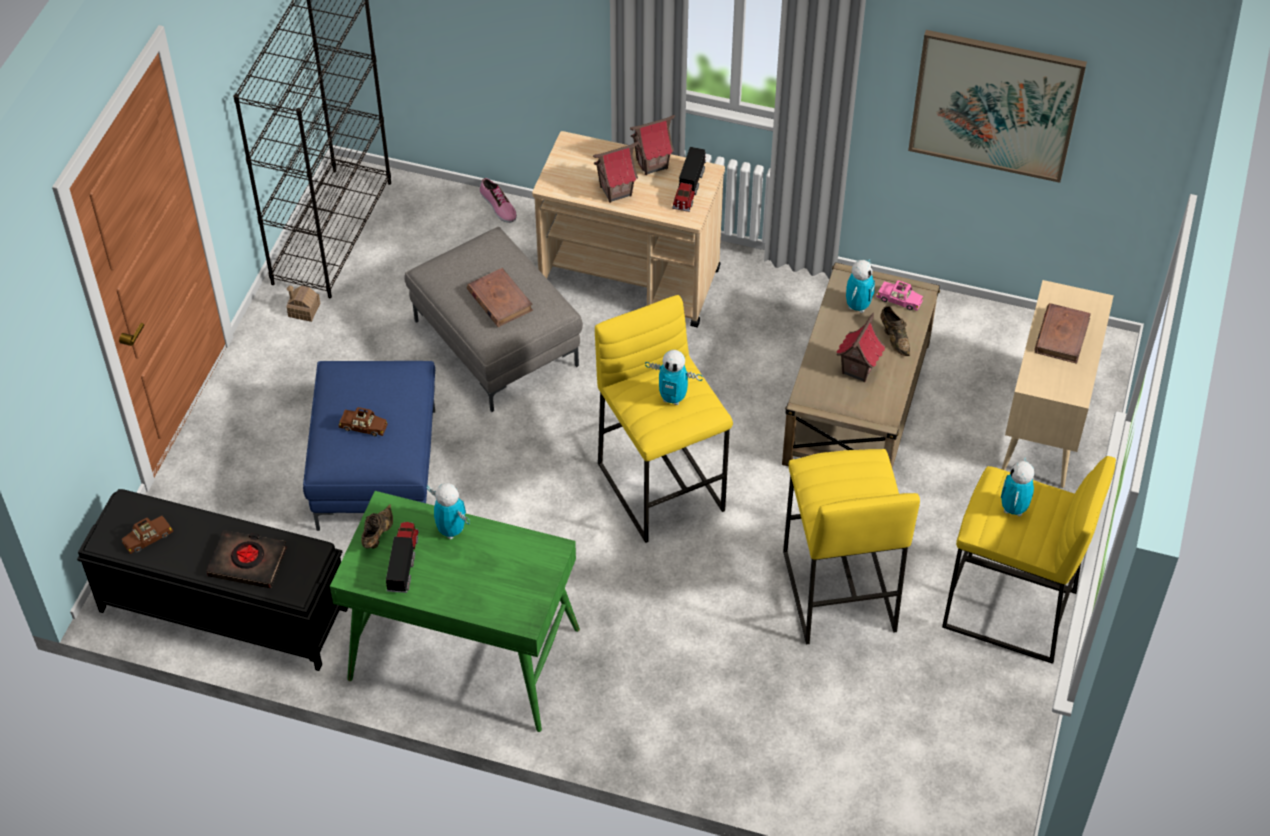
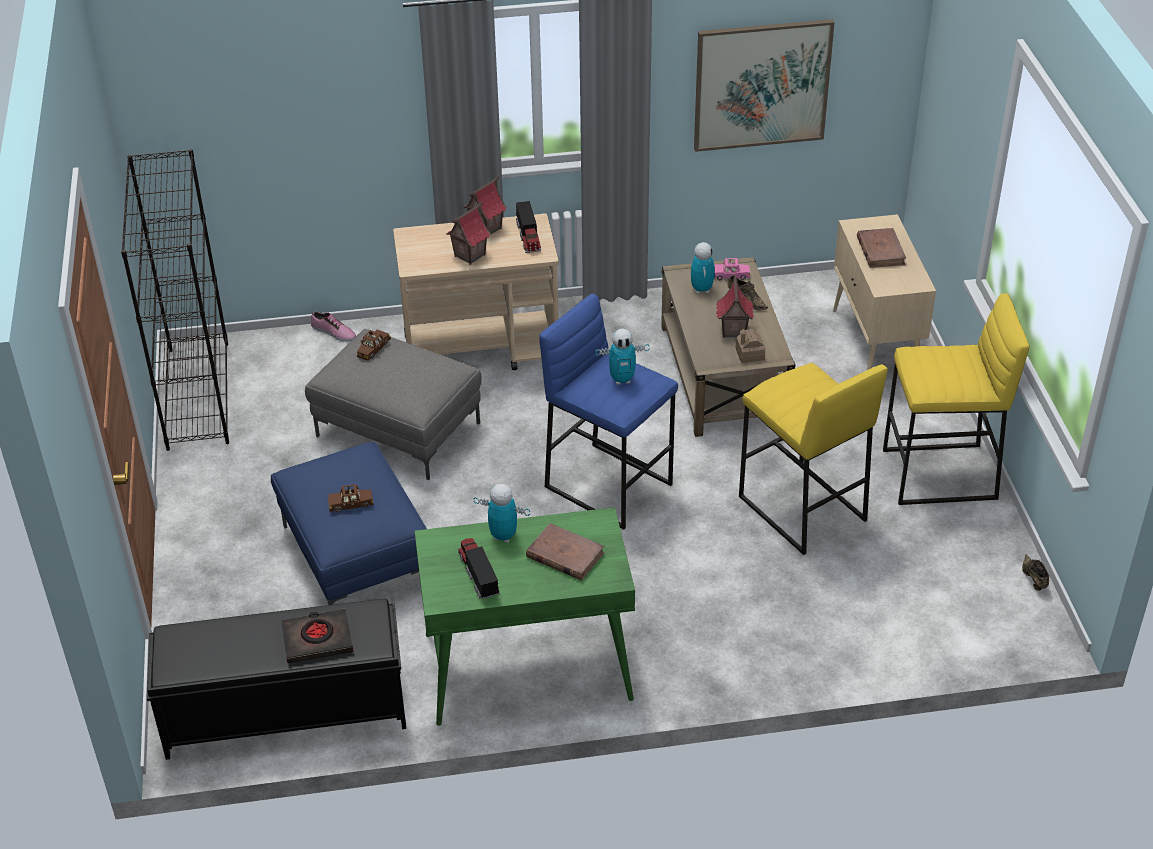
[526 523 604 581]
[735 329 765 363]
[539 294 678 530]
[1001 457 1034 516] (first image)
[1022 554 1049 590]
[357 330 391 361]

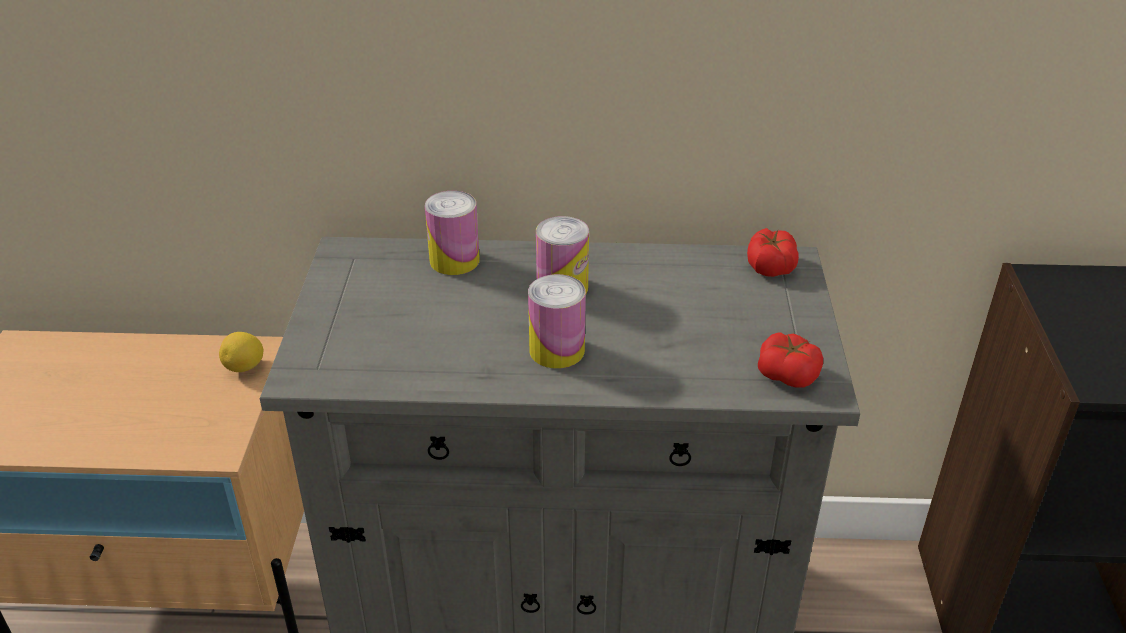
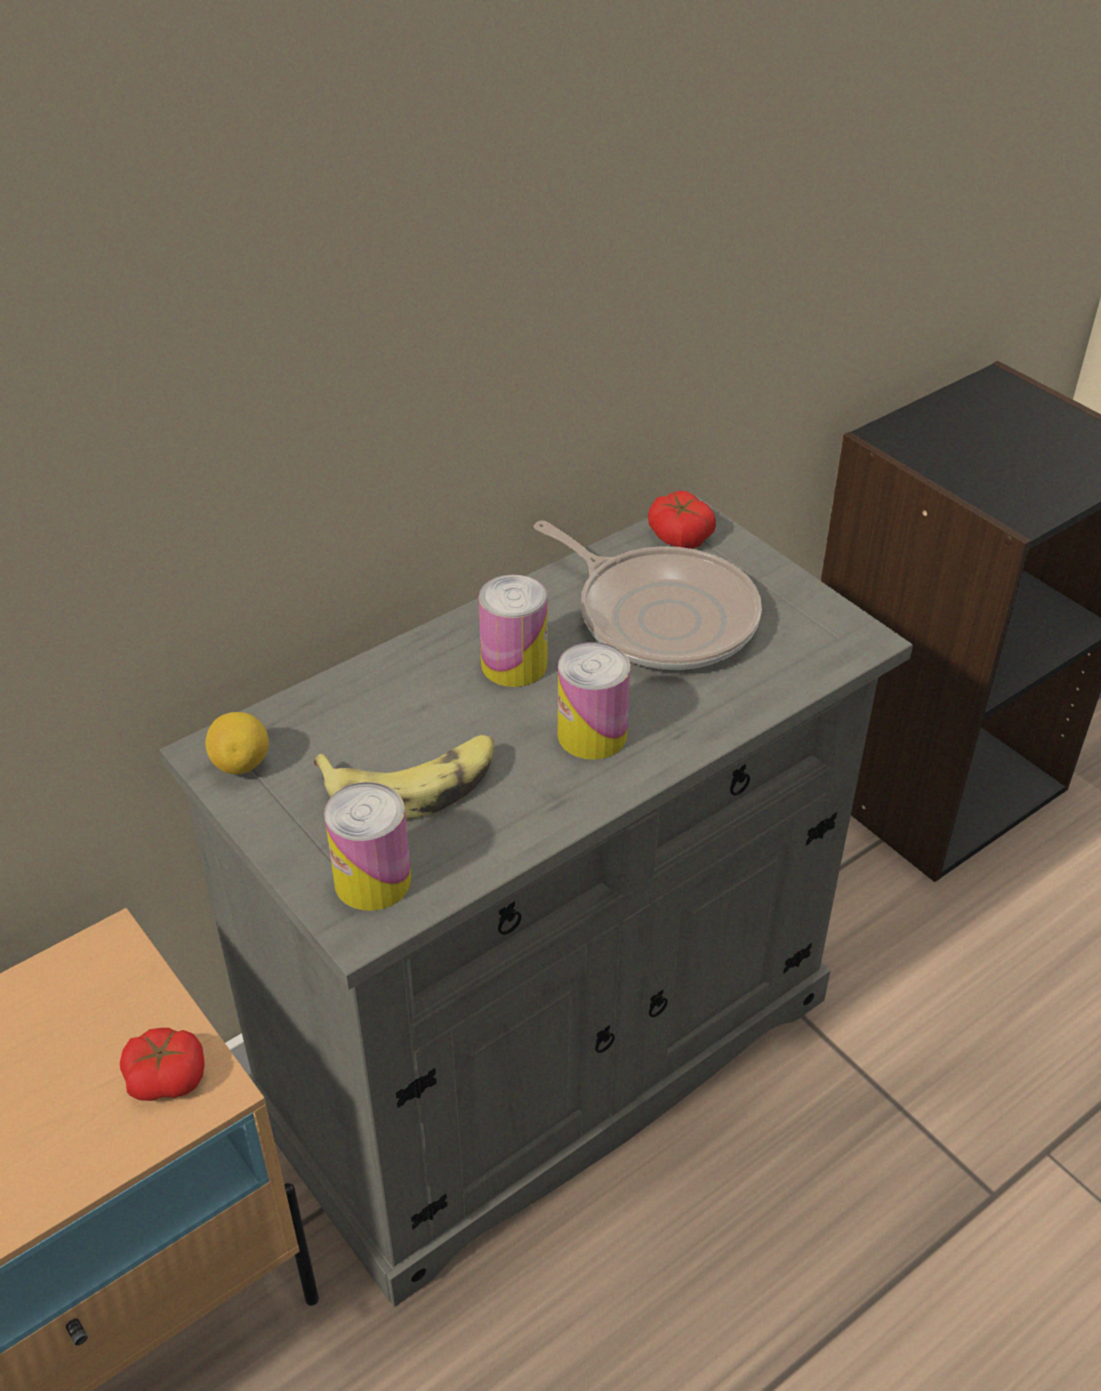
[324 782 411 911]
[206 712 269 774]
[120 1028 205 1101]
[534 521 762 670]
[314 735 494 819]

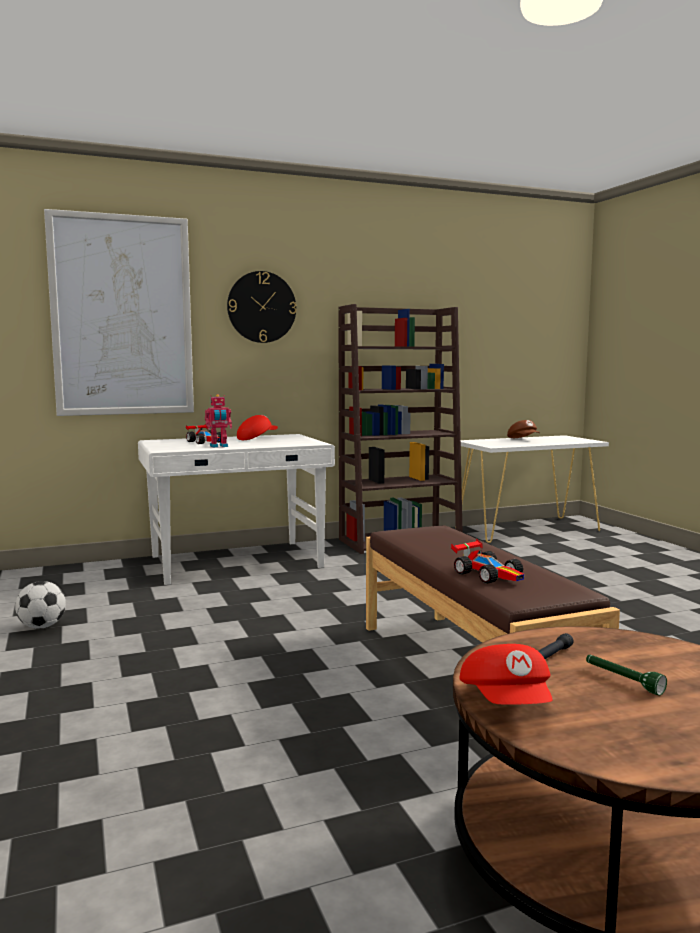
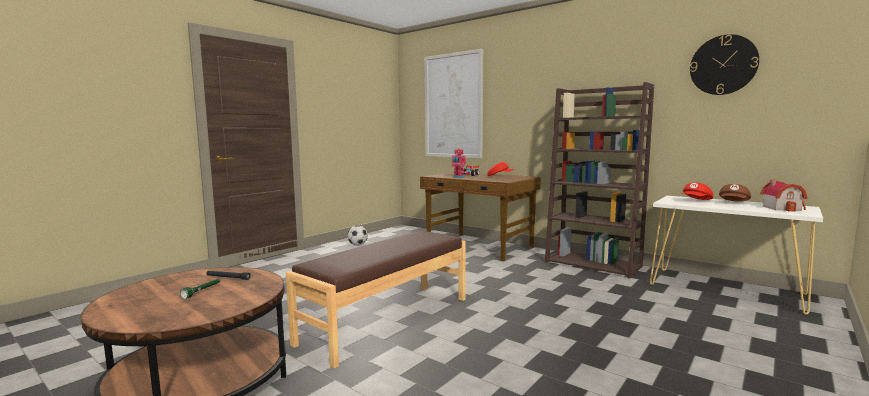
[690 34 759 95]
[420 172 541 261]
[451 539 524 584] (first image)
[682 183 713 200]
[760 180 807 212]

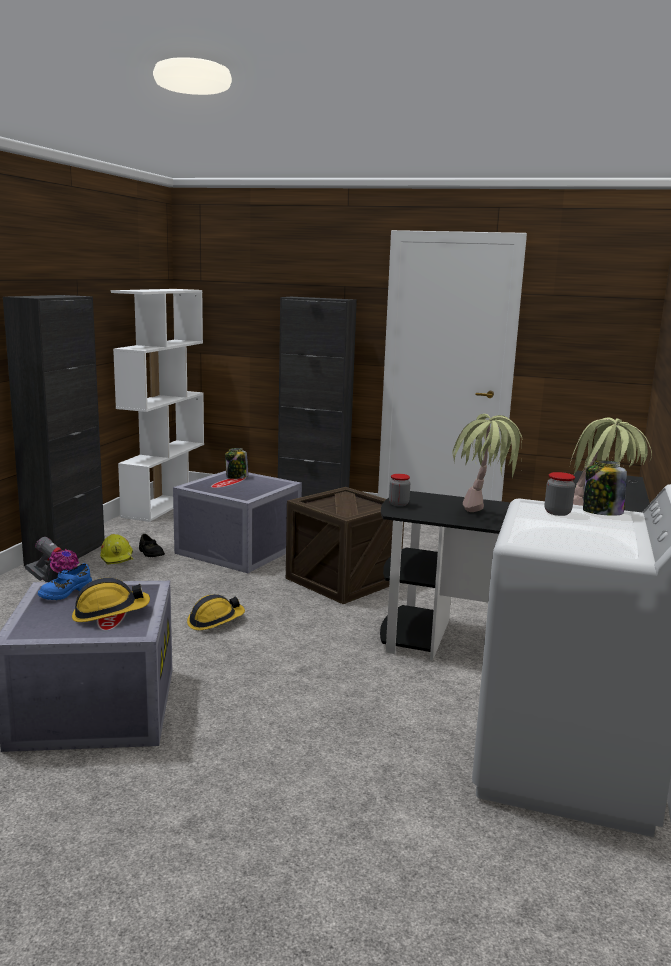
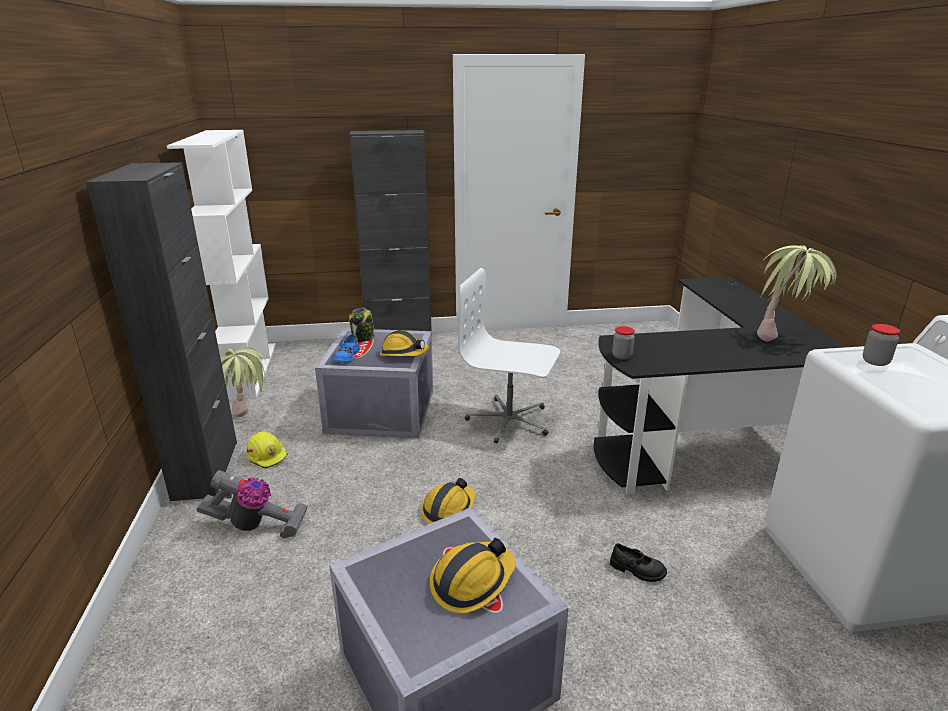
[221 348 268 417]
[583 460 627 516] (first image)
[458 268 560 443]
[610 543 667 582]
[333 334 360 363]
[380 330 430 356]

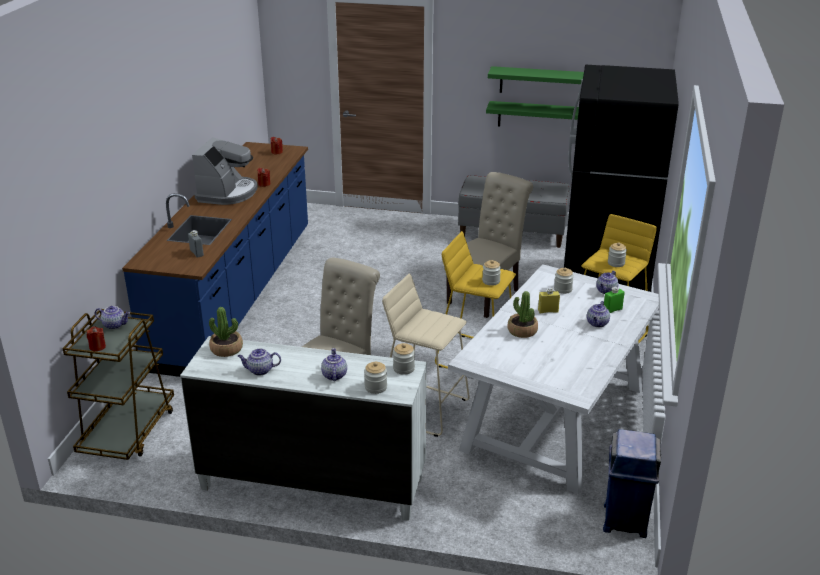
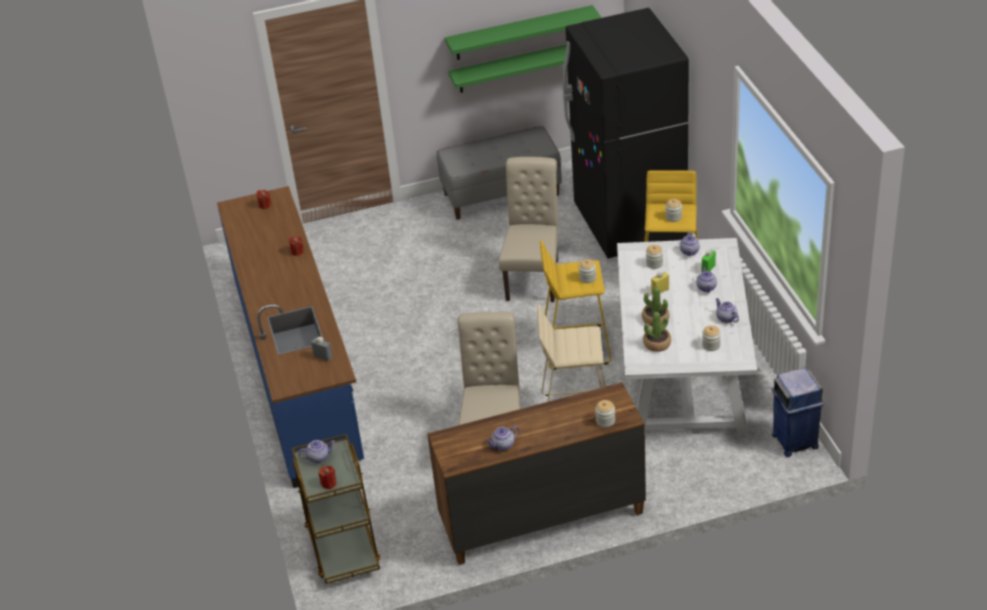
[192 137 258 205] (first image)
[643 312 671 352]
[427 382 646 565]
[702 325 721 351]
[715 298 739 323]

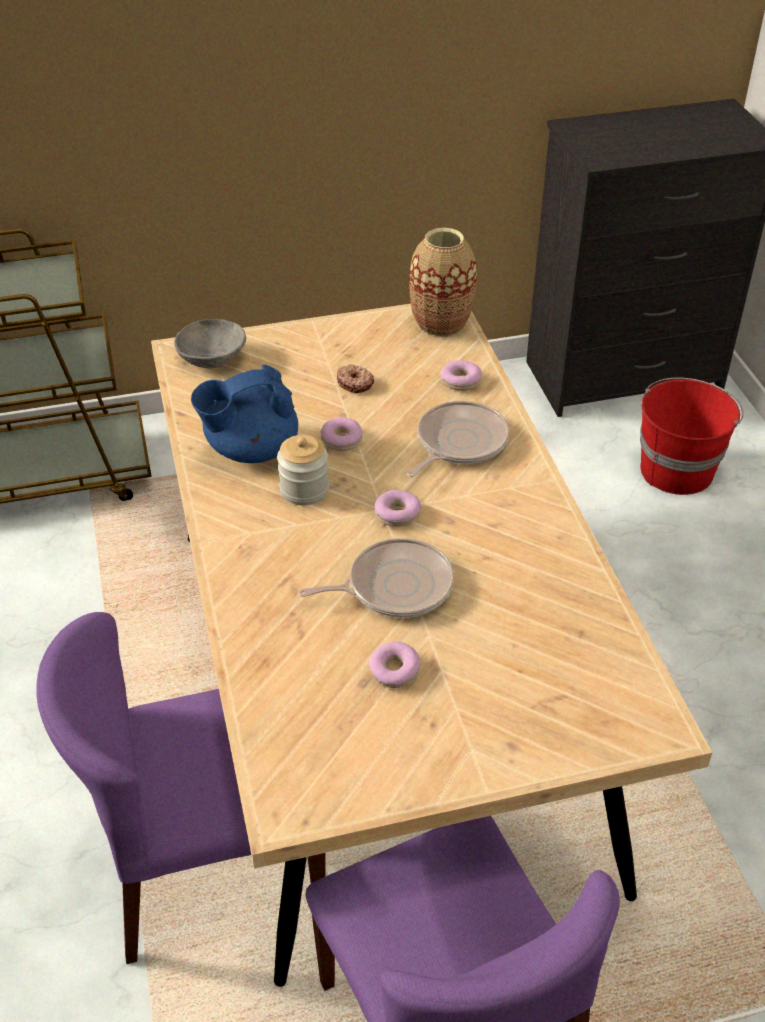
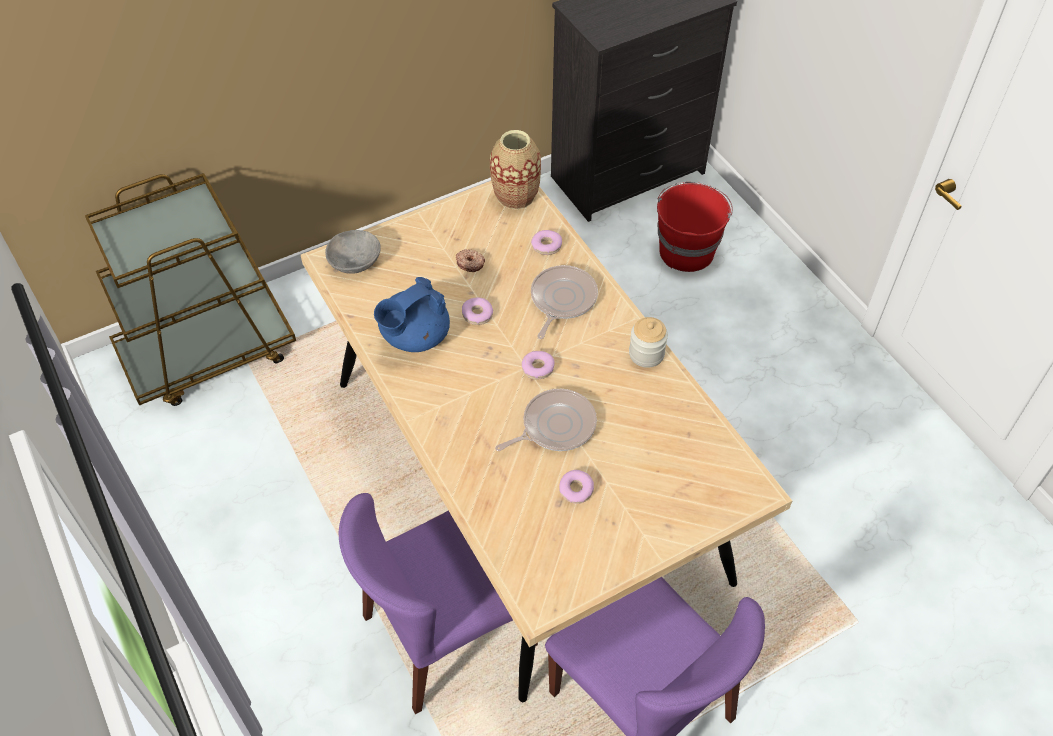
[629 317 668 368]

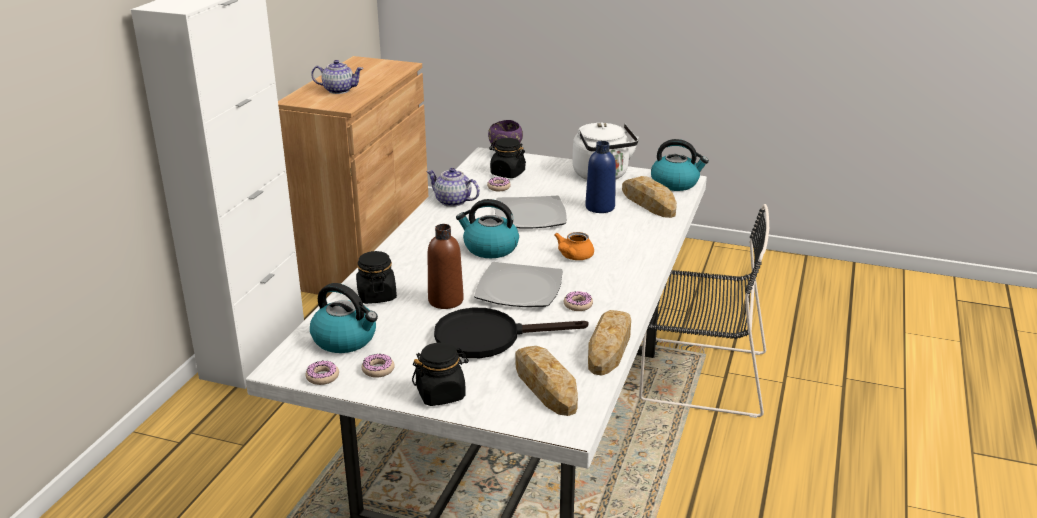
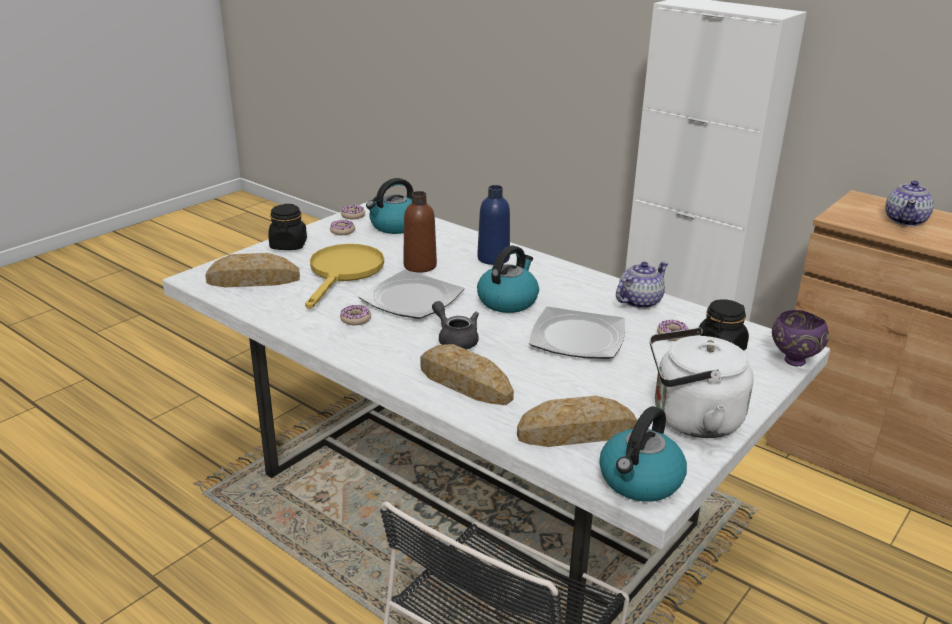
[477 185 510 265]
[432 301 479 349]
[356 251 397 304] (first image)
[305 244 384 309]
[420 344 514 405]

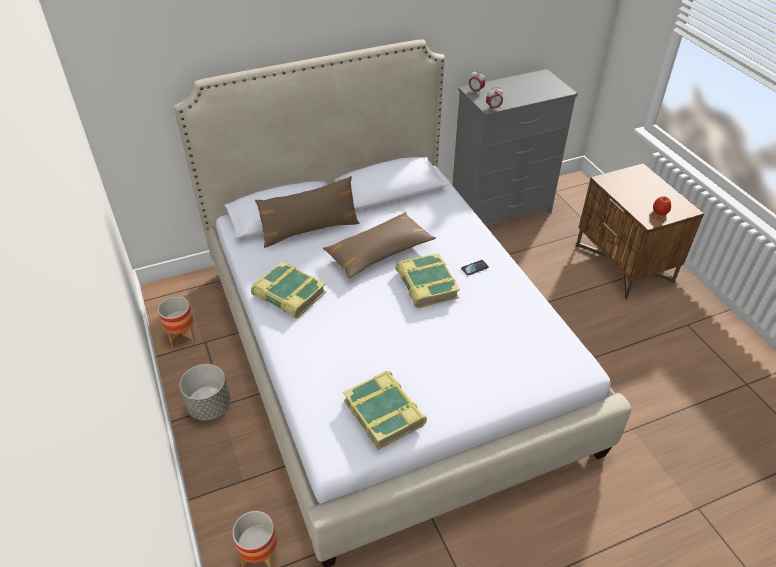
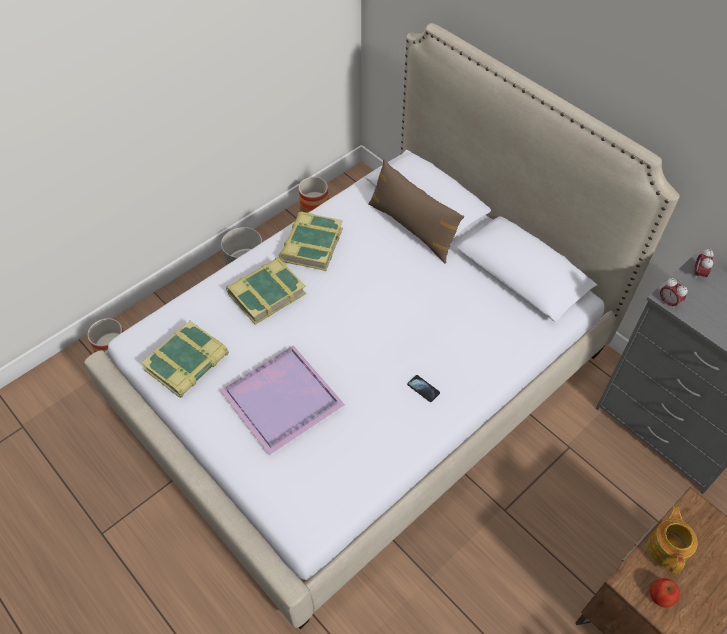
[323 212 436 278] (first image)
[226 257 306 325]
[220 345 345 455]
[647 506 698 574]

